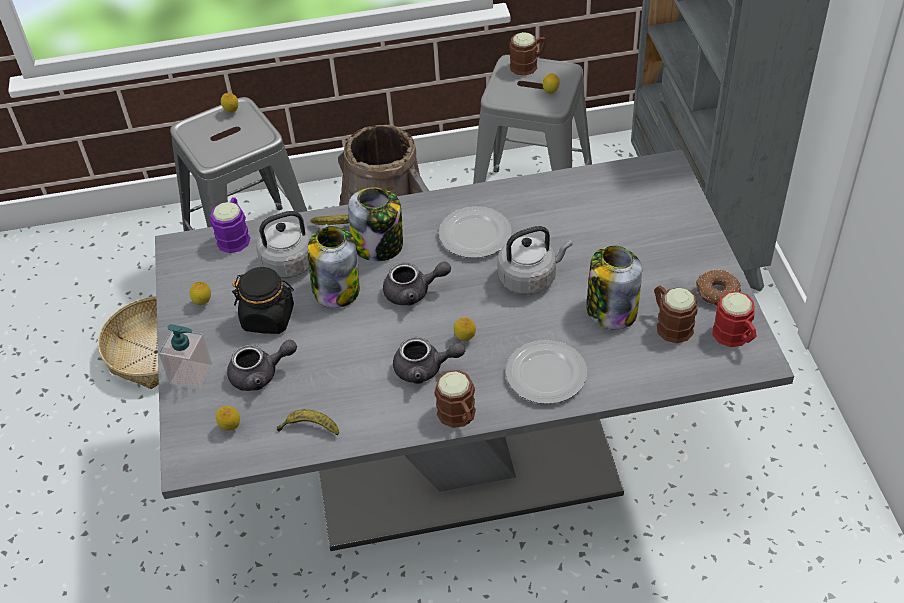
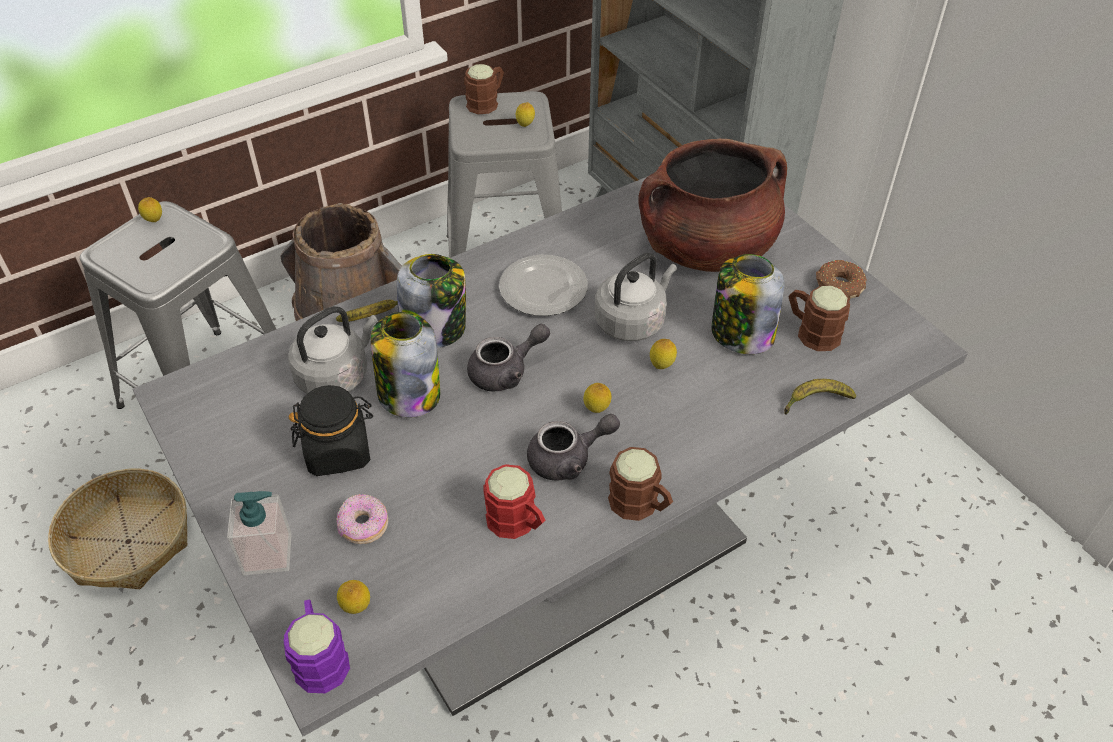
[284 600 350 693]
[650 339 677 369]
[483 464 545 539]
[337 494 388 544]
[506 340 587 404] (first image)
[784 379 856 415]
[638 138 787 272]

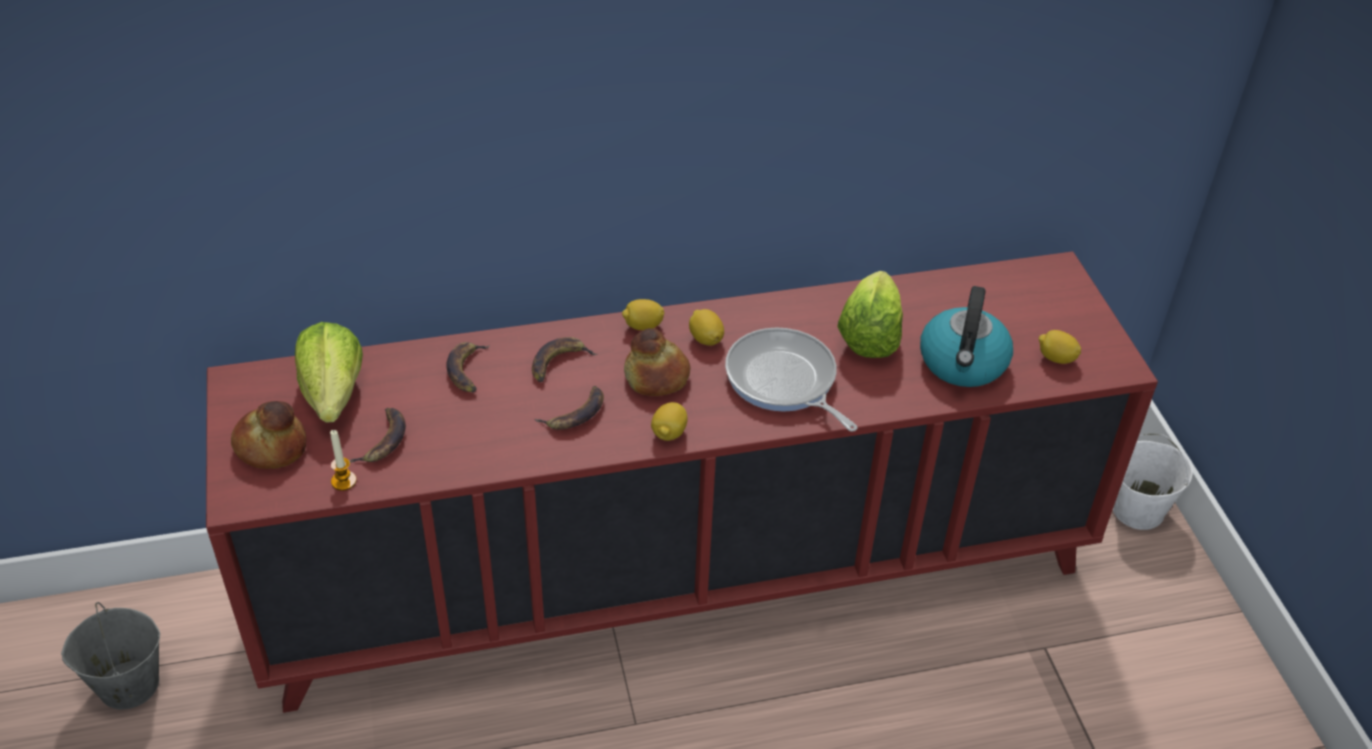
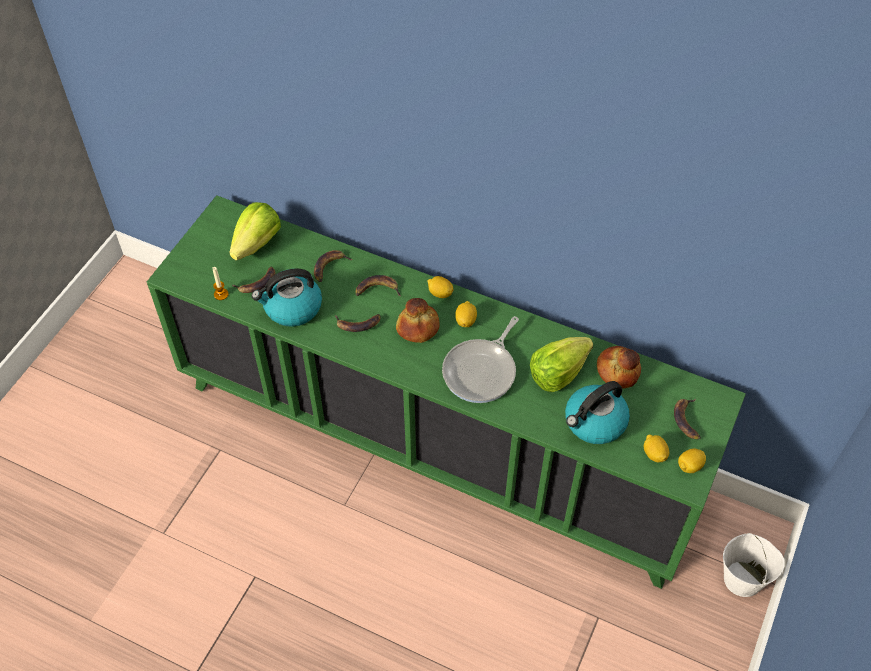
[147 195 746 589]
[442 316 519 403]
[597 346 641 389]
[678 449 706 473]
[61 602 160 710] (first image)
[252 268 322 327]
[674 399 701 439]

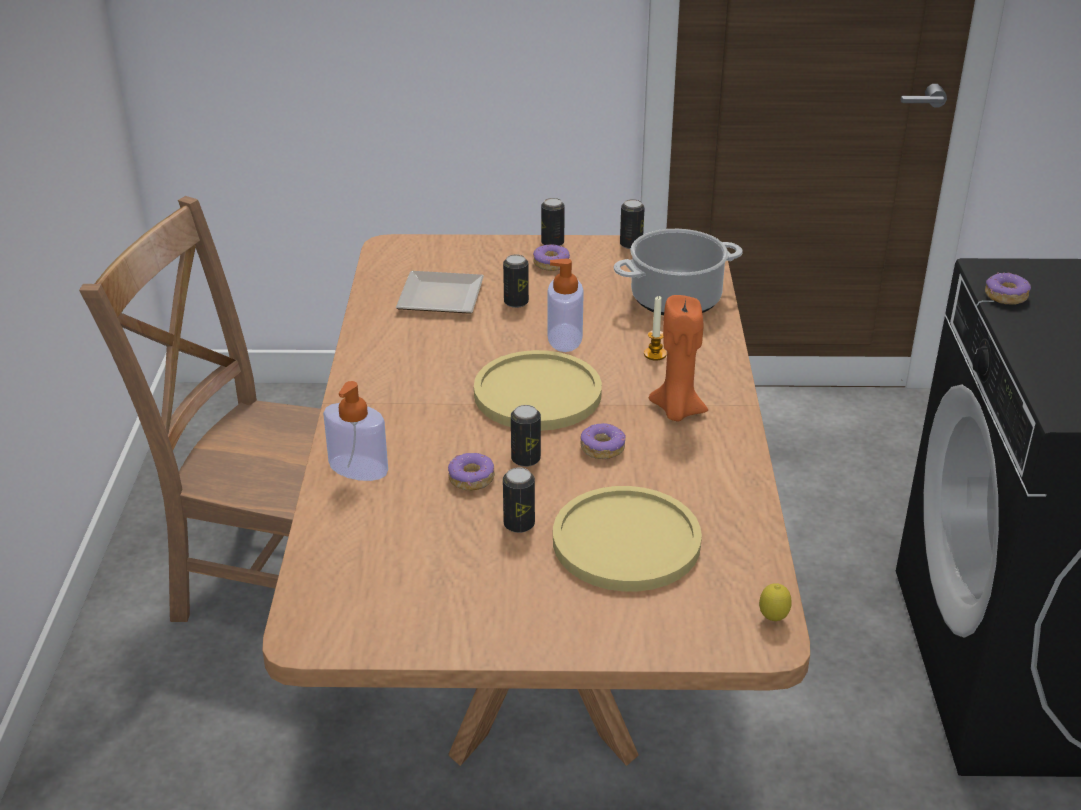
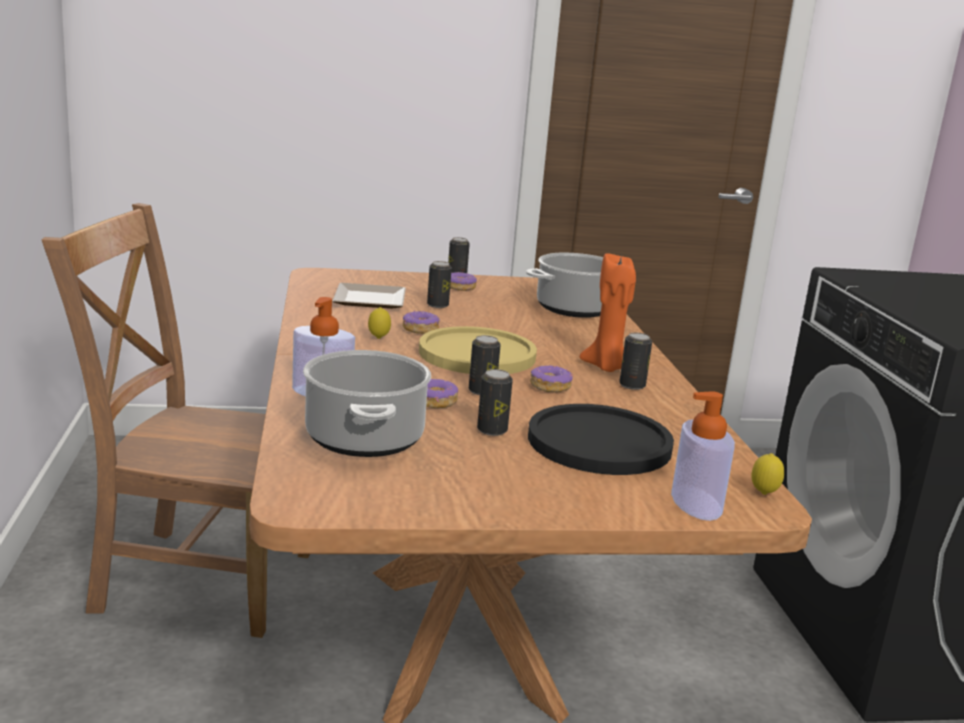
[619 332 652 390]
[671 391 735 521]
[403 310 440 334]
[644 295 667 361] (first image)
[528 404 674 475]
[368 307 391 339]
[303 350 431 457]

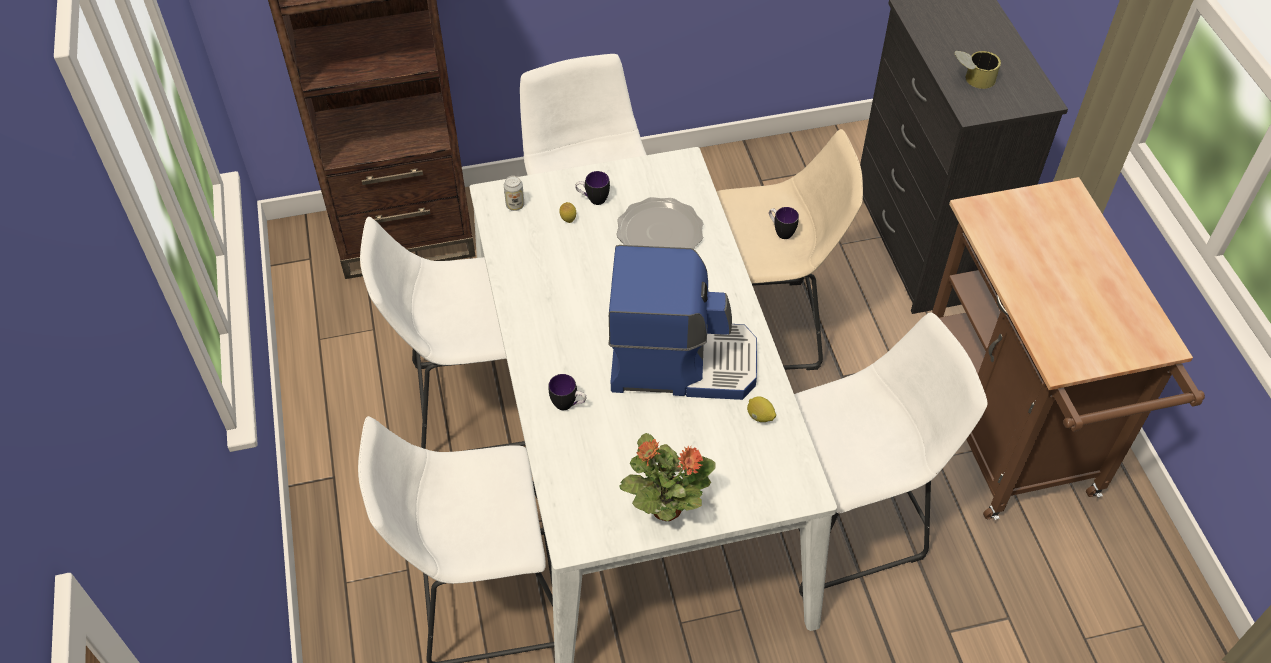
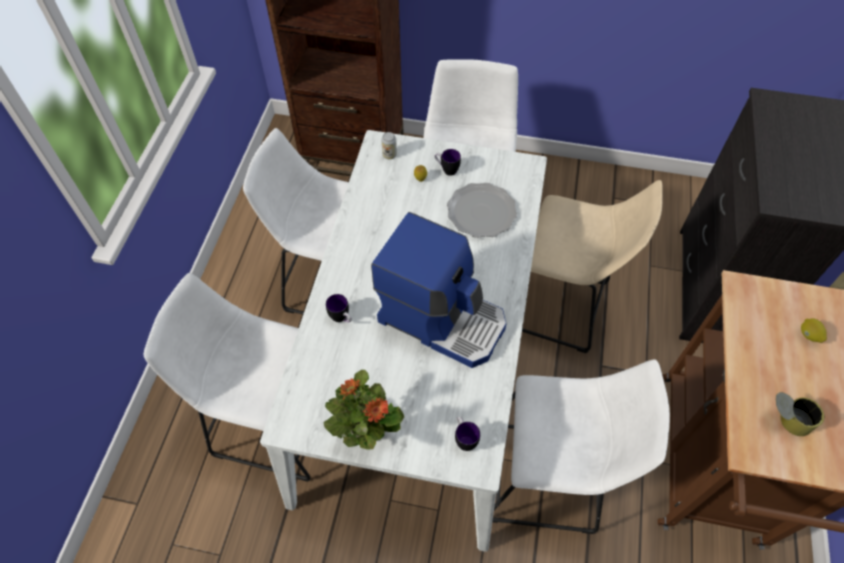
[776 392 824 436]
[455 416 480 451]
[801 319 827 343]

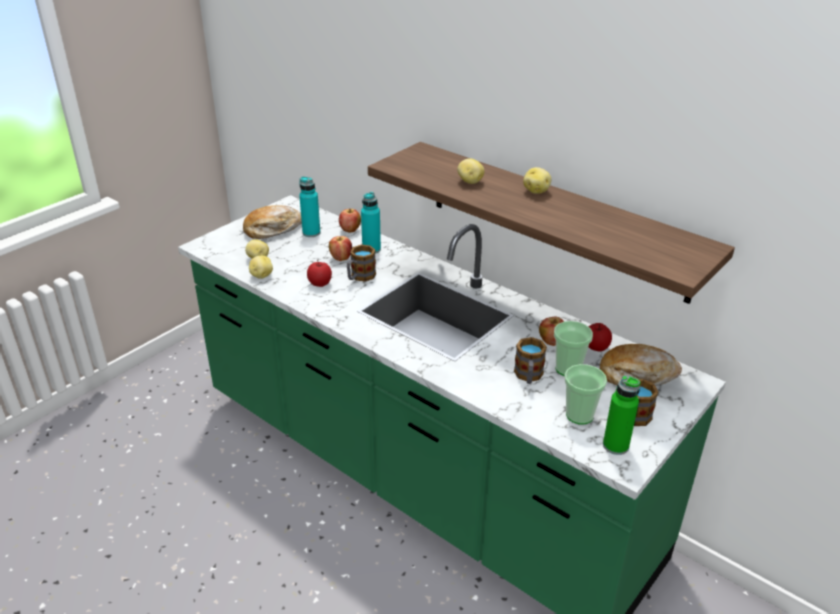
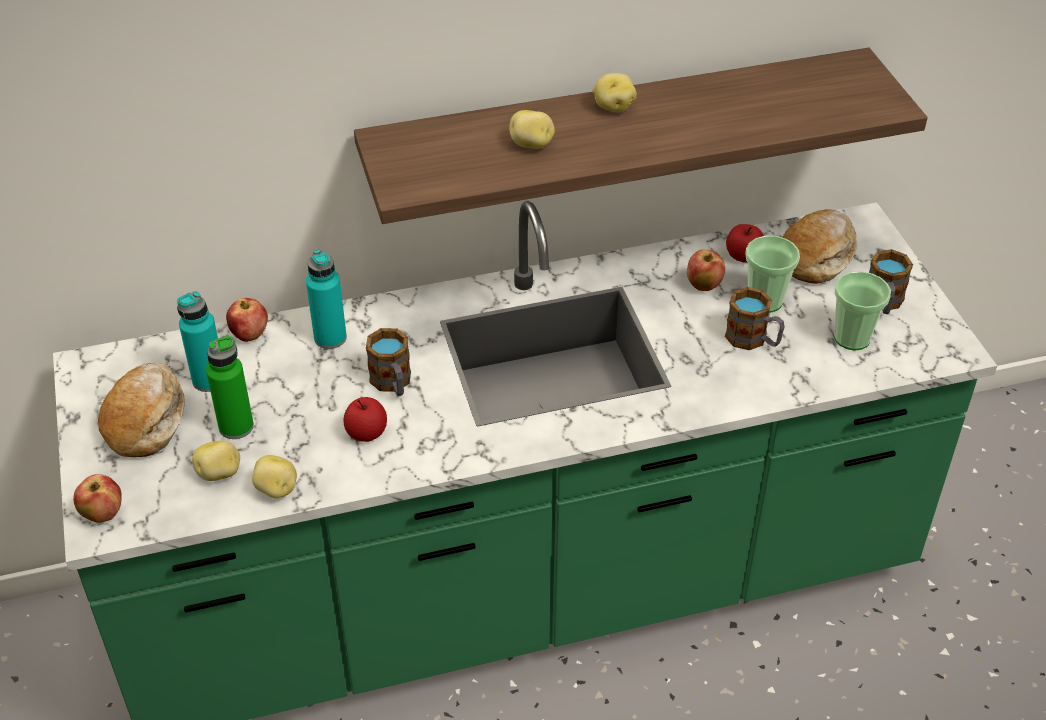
[73 474 122 523]
[206 336 254 439]

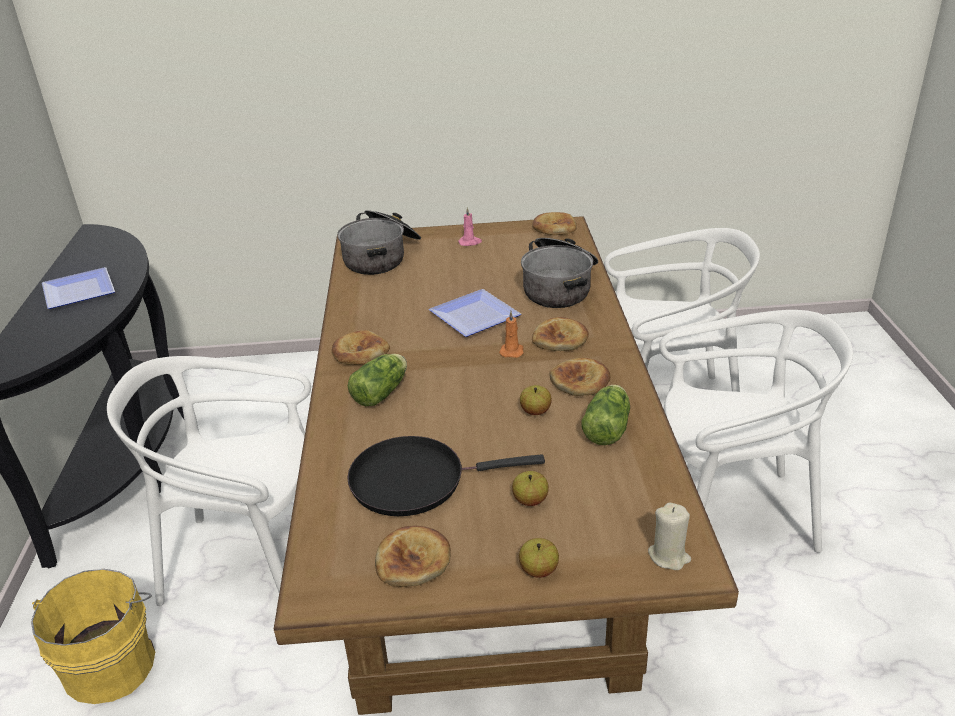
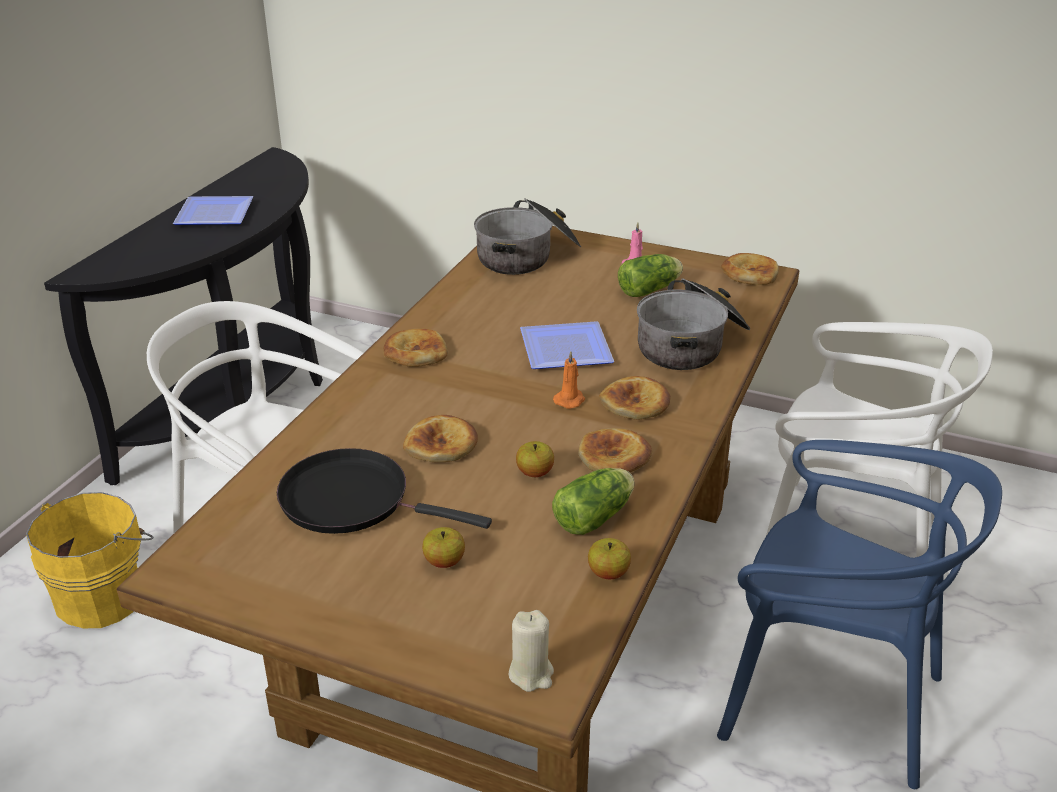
[717 440 1002 789]
[618 254 683 297]
[403 415 478 462]
[588 538 631 579]

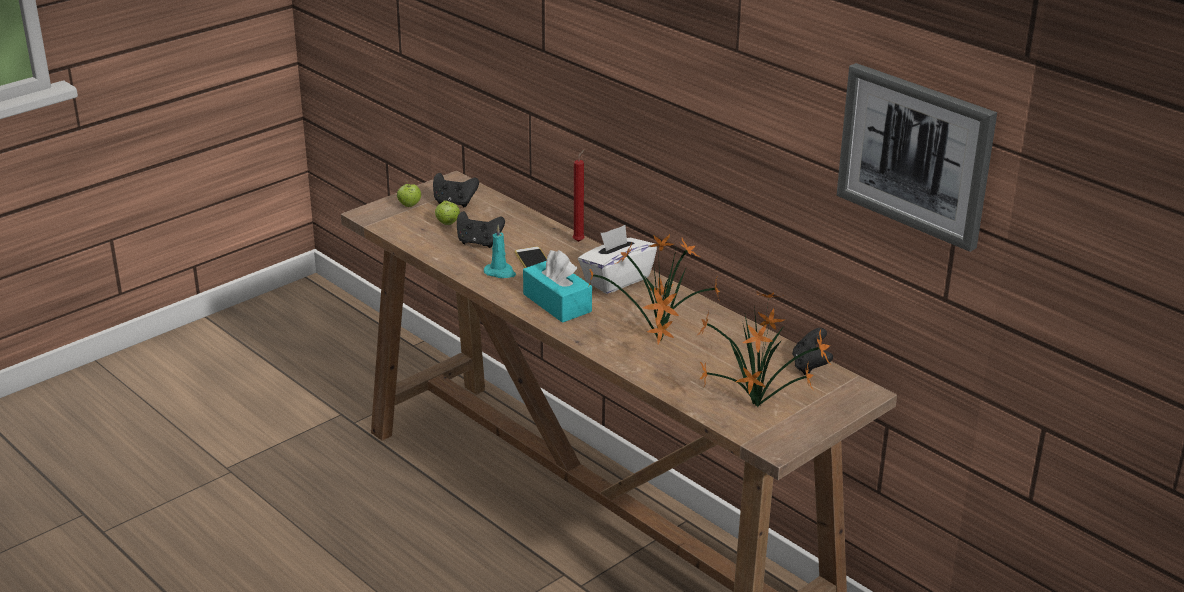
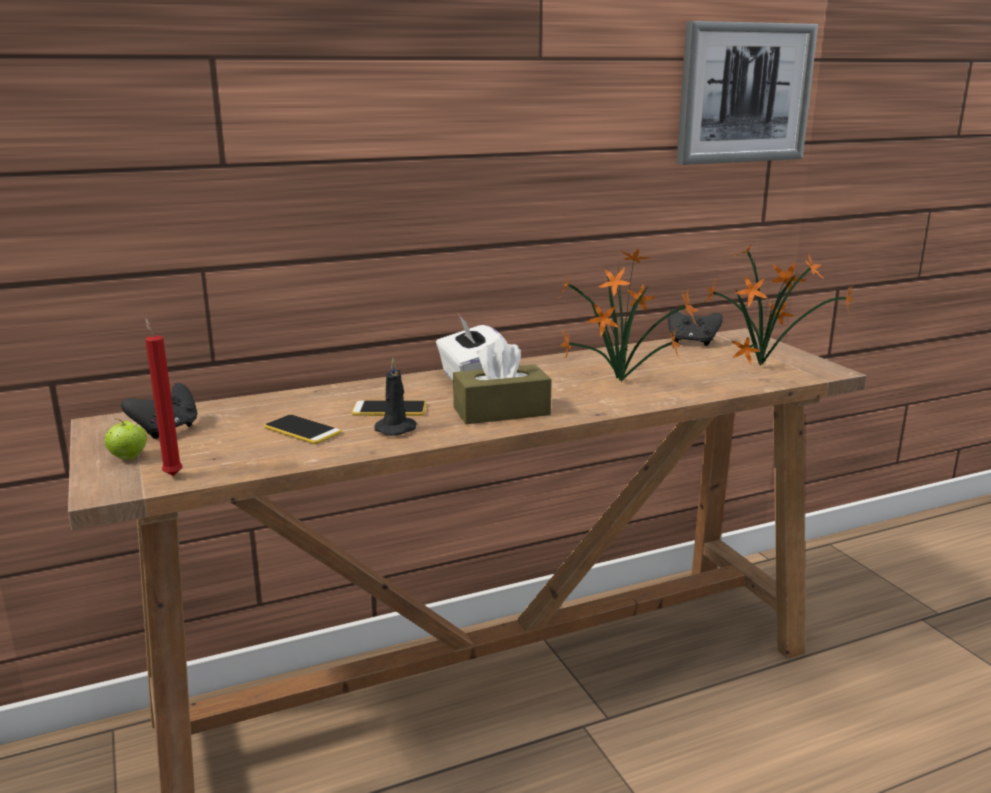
[145 318 183 476]
[435 200 460 225] (first image)
[264 415 341 444]
[374 358 417 436]
[453 338 552 424]

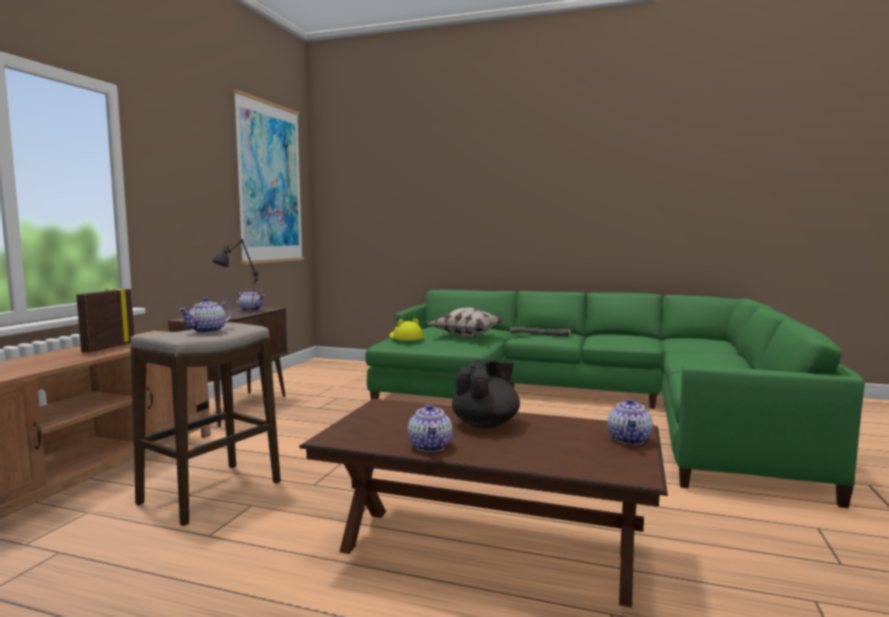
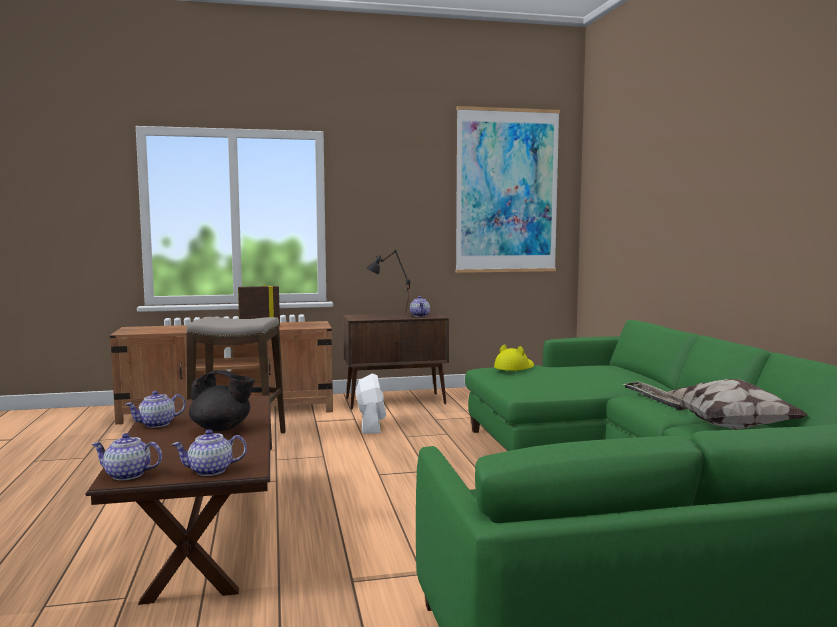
[92 433 162 480]
[665 379 808 430]
[356 373 386 434]

